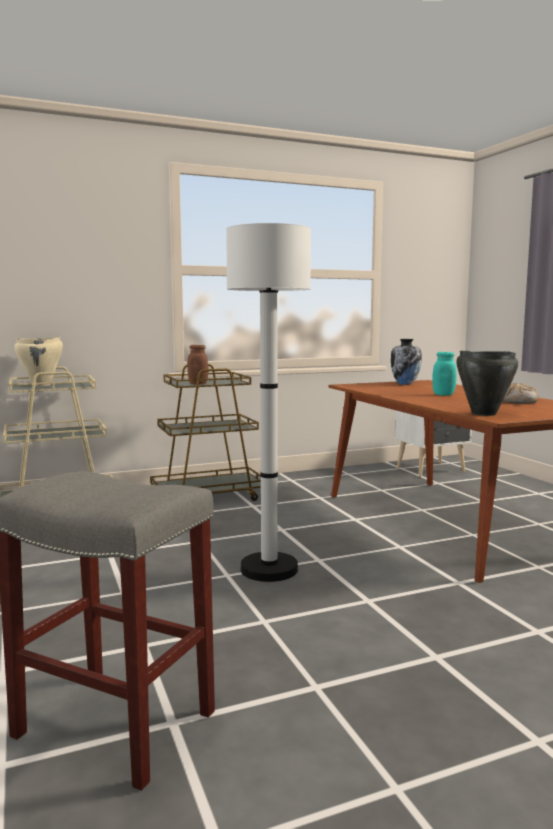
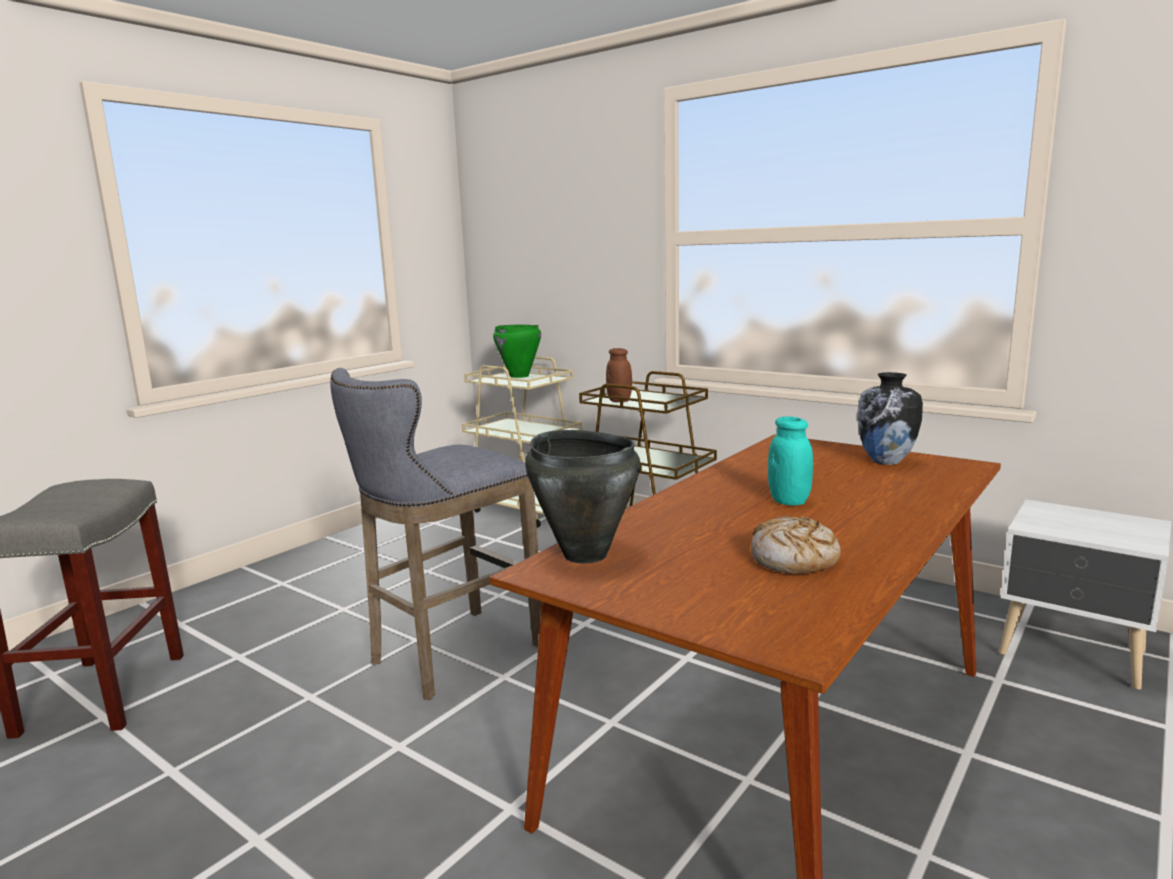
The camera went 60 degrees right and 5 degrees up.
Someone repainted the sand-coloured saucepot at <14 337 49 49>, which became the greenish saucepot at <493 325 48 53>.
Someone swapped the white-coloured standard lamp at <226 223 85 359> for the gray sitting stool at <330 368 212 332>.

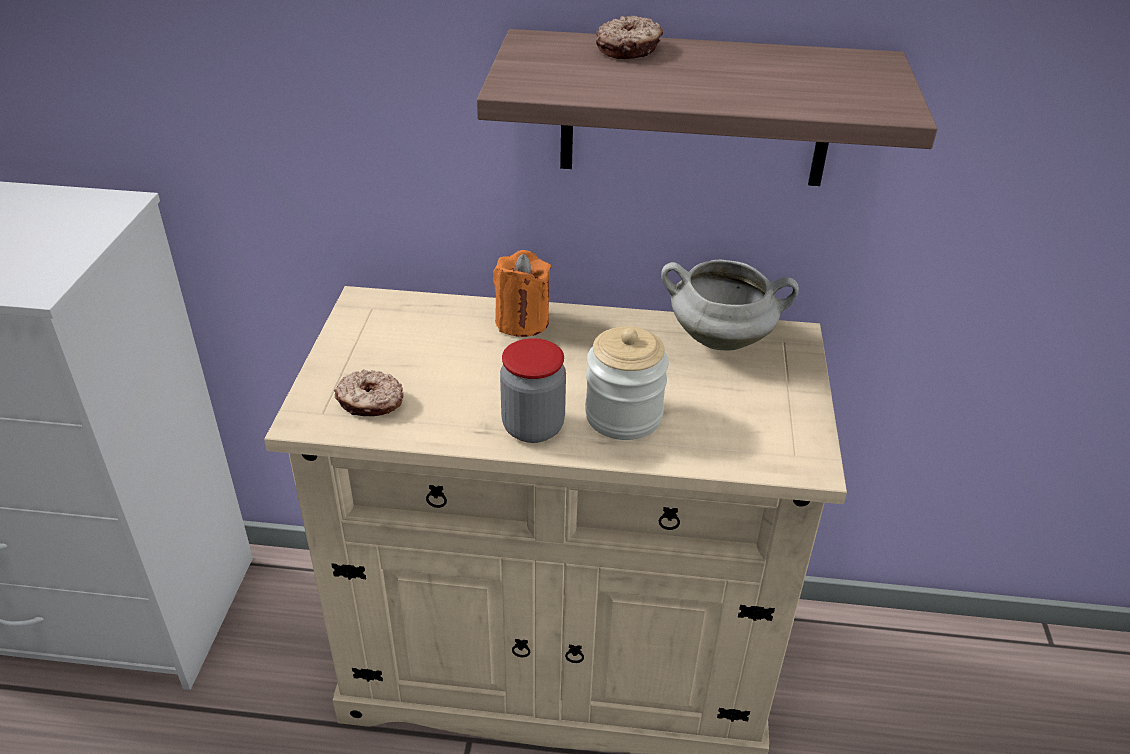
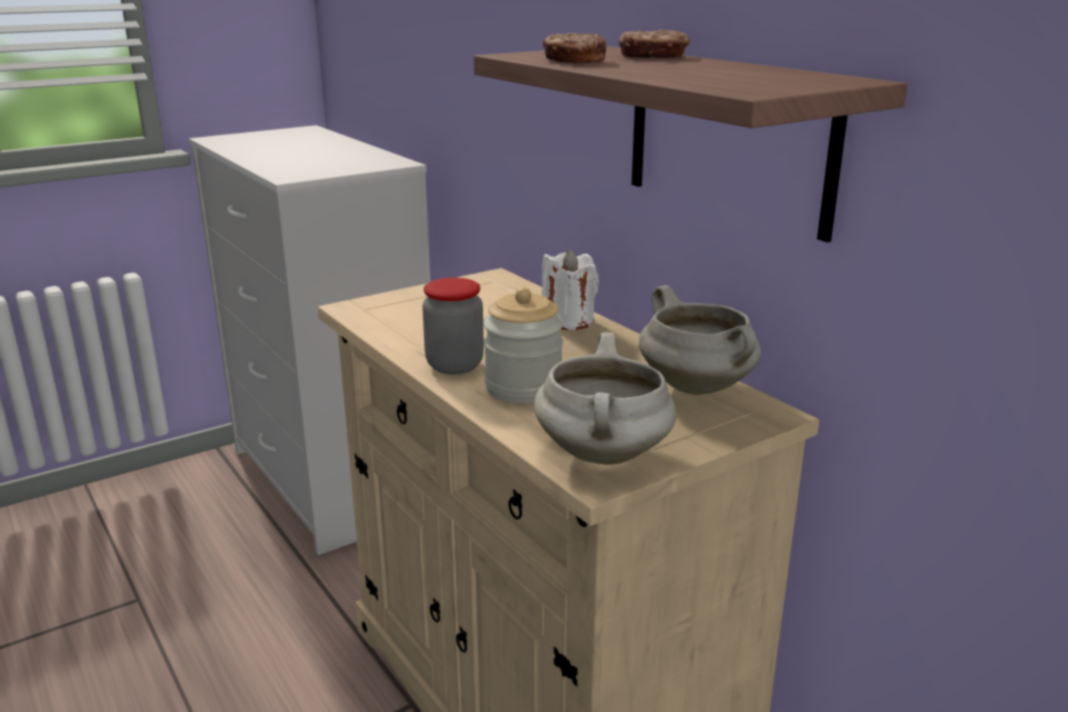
The camera went 50 degrees right and 15 degrees down.
Someone carried the ring doughnut from <334 369 70 47> to <543 33 64 30>.
Someone repainted the orangey candle at <493 250 58 87>, which became the white-coloured candle at <542 249 57 81>.
Someone put down the white-coloured saucepot at <534 332 142 133>.

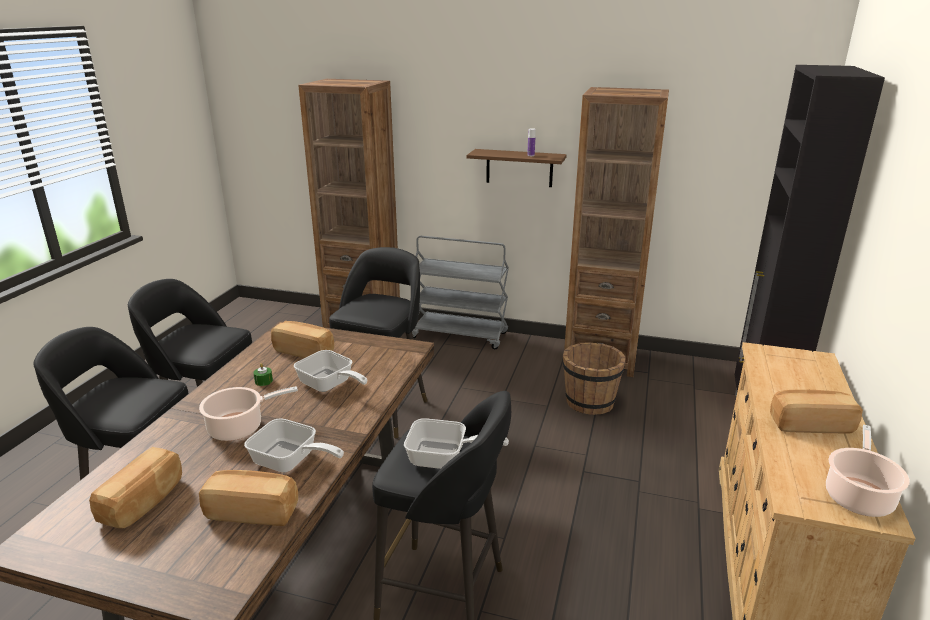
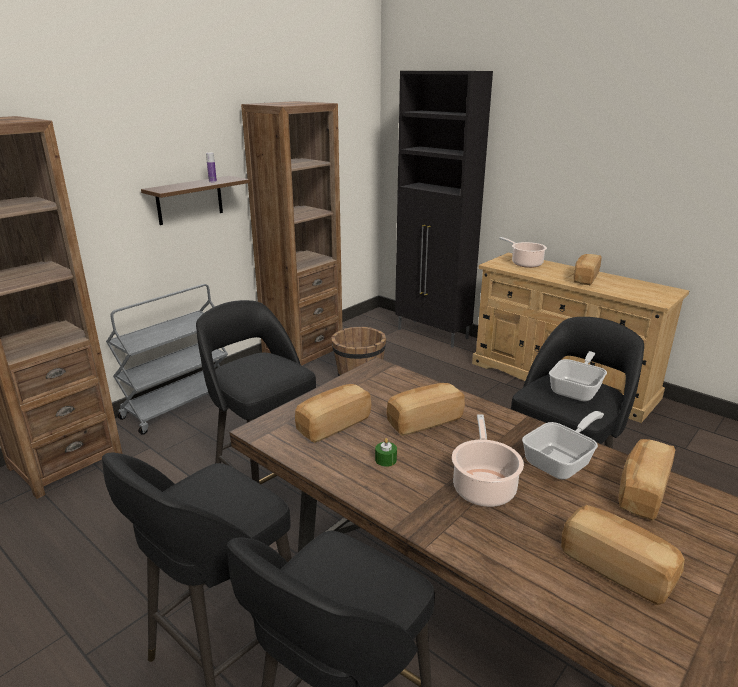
The camera went 65 degrees left and 0 degrees up.
Someone swapped the skillet at <294 350 73 42> for the bakery bread at <387 383 78 53>.
Someone carried the saucepot from <826 425 84 92> to <499 237 48 31>.

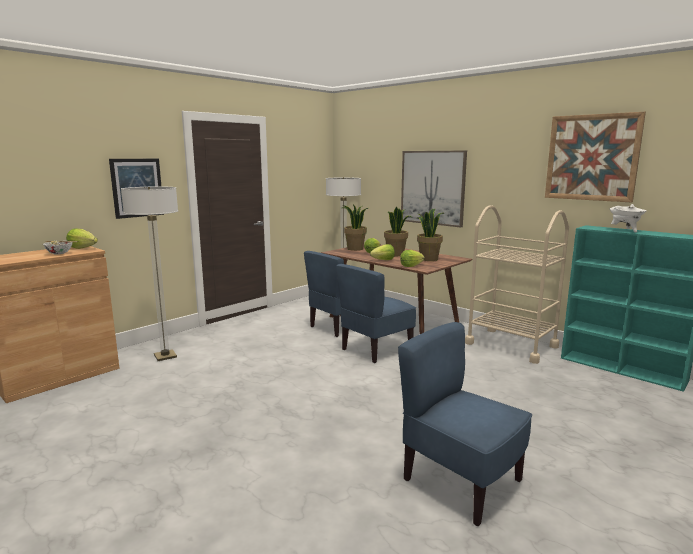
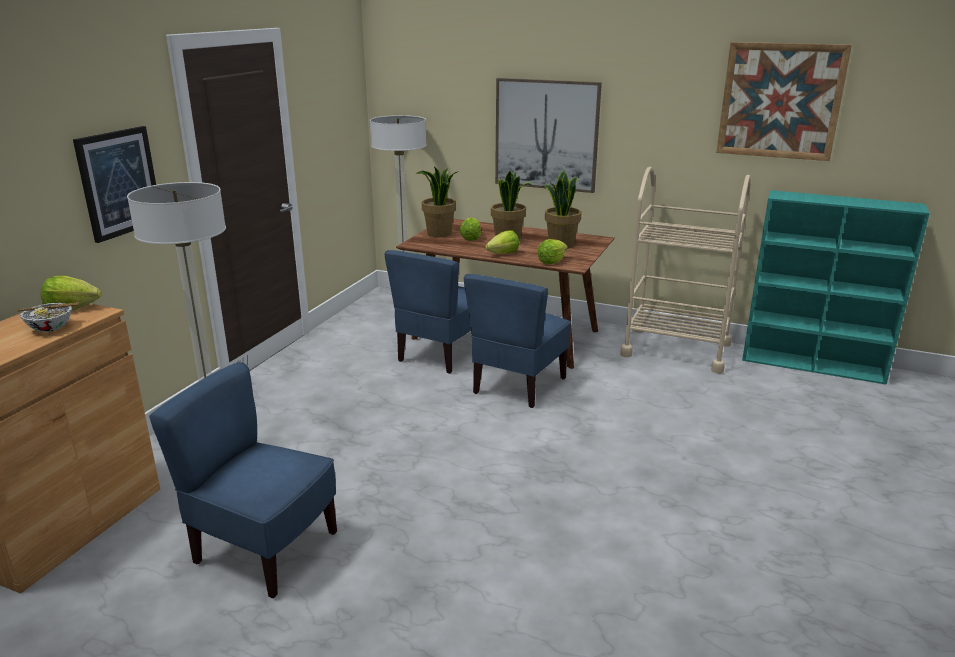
The camera went 20 degrees left and 10 degrees up.
Someone carried the blue-coloured upright chair from <398 322 134 204> to <149 362 188 237>.
Someone took away the white-coloured saucepot at <610 204 37 29>.

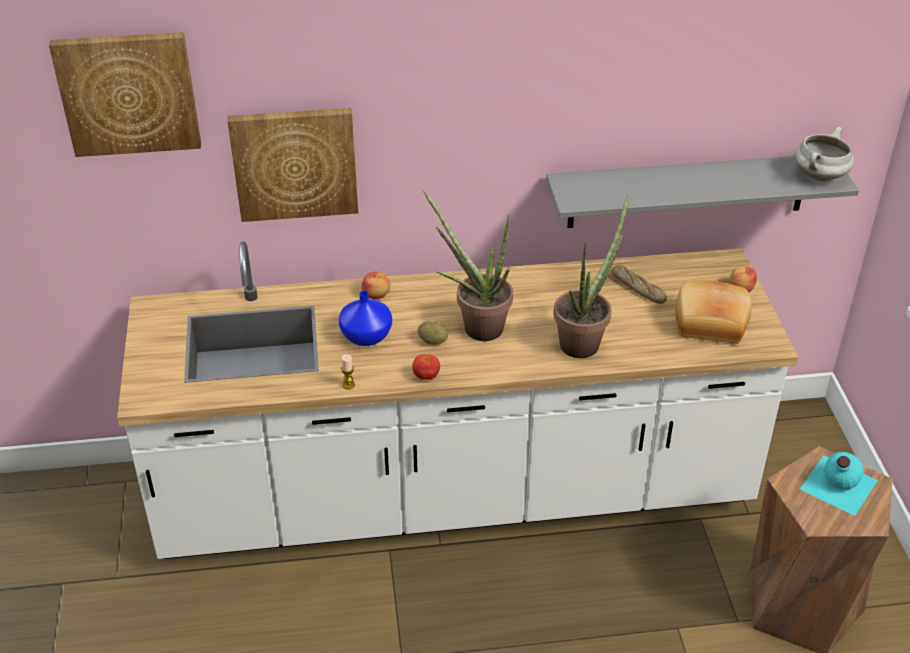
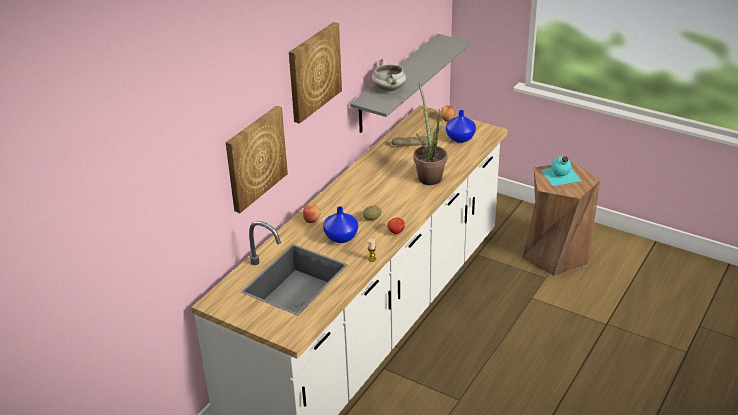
The camera went 50 degrees left and 5 degrees down.
Someone carried the wall art from <49 32 152 125> to <289 22 53 102>.
Someone took away the plant in a pot at <423 190 90 151>.
Someone swapped the bakery bread at <675 281 76 63> for the blue-coloured flower vase at <446 110 30 33>.
Someone carried the white-coloured saucepot from <795 126 59 55> to <372 58 34 33>.

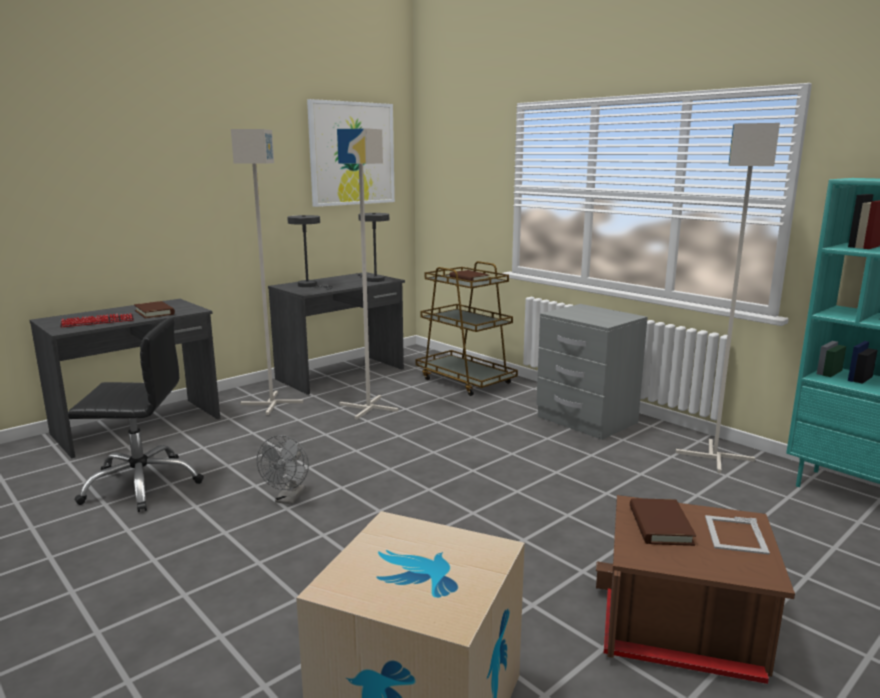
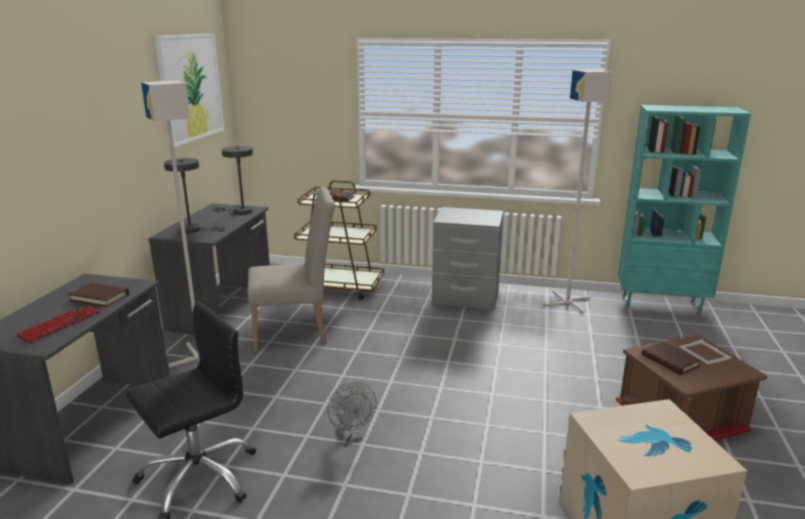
The camera went 35 degrees left and 5 degrees up.
Someone swapped the gray standard lamp at <337 128 61 291> for the sand-coloured upright chair at <248 187 87 165>.

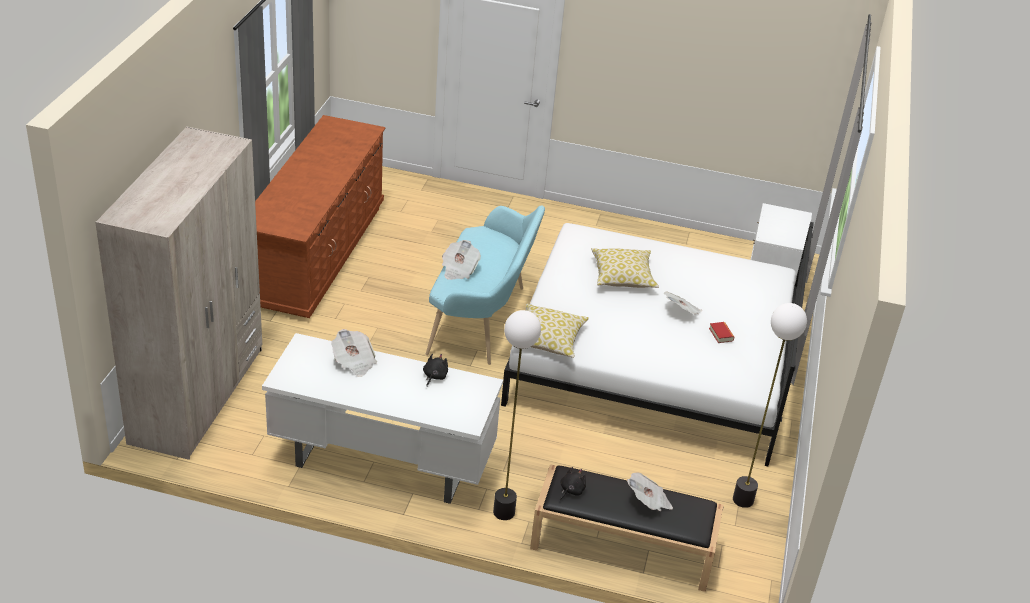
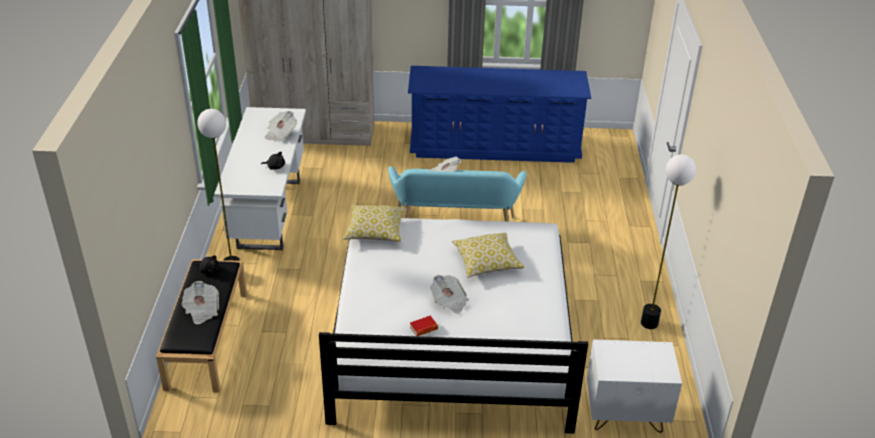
The camera went 80 degrees right and 0 degrees up.
Someone repainted the brown-coloured dresser at <255 115 131 203>, which became the blue-coloured dresser at <408 66 183 97>.
Someone carried the standard lamp from <733 303 74 205> to <641 154 55 175>.

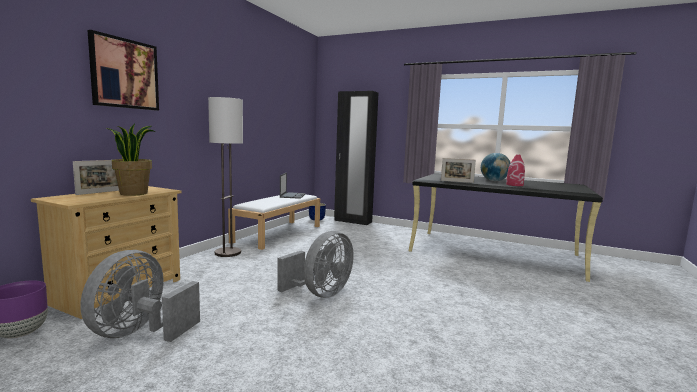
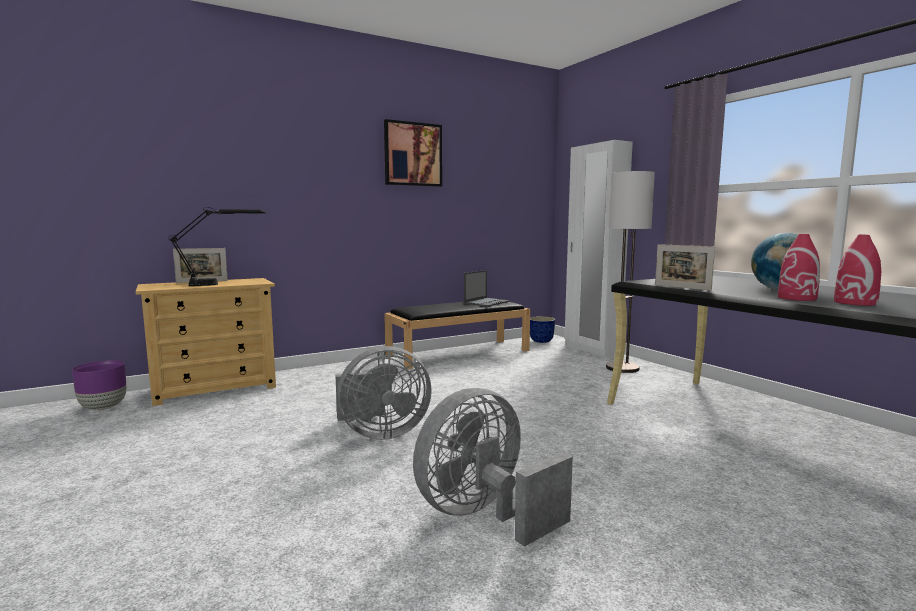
The camera went 35 degrees right and 0 degrees up.
Someone carried the gray cooling fan from <81 250 119 92> to <413 388 160 159>.
Someone carried the wall art from <88 30 71 81> to <384 119 58 68>.
Someone swapped the plant in a pot at <107 124 49 72> for the blackish table lamp at <168 208 98 78>.
Someone carried the standard lamp from <208 97 35 160> to <606 171 49 202>.
Someone repainted the white-coloured indoor bench at <228 194 92 56>, which became the blackish indoor bench at <384 302 146 67>.
Someone repainted the blackish clothes cupboard at <334 91 44 134>, which became the white-coloured clothes cupboard at <565 140 68 217>.
Someone put down the red-coloured flower vase at <834 235 47 71>.

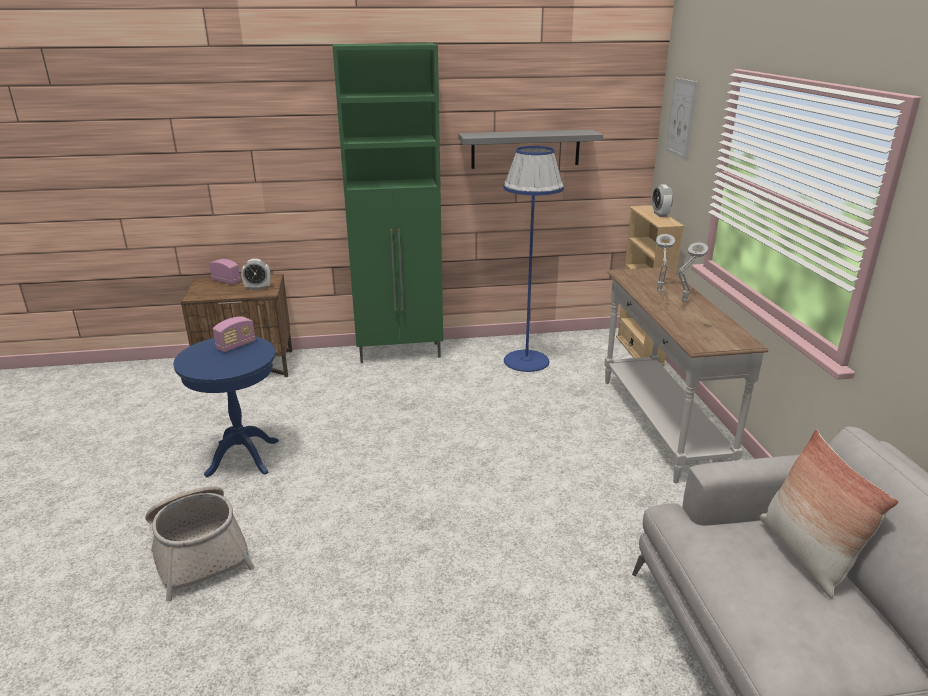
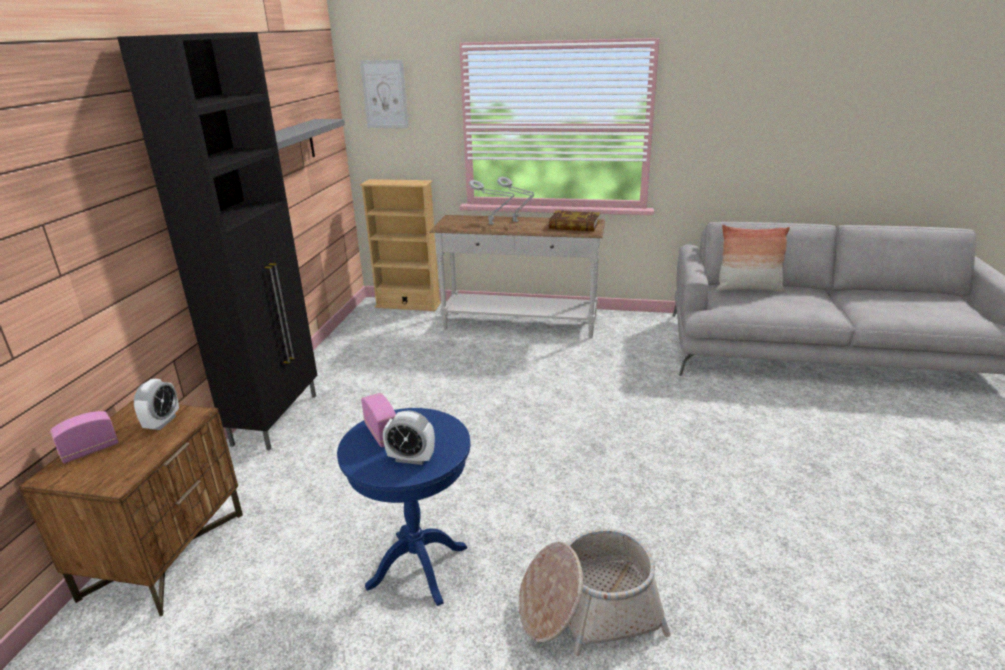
The camera went 70 degrees left and 0 degrees up.
Someone repainted the greenish cupboard at <332 43 111 320>, which became the blackish cupboard at <117 32 201 418>.
Someone took away the blue-coloured standard lamp at <503 146 61 226>.
Someone carried the alarm clock from <652 184 21 33> to <383 411 52 54>.
Someone put down the volume at <549 210 51 22>.

